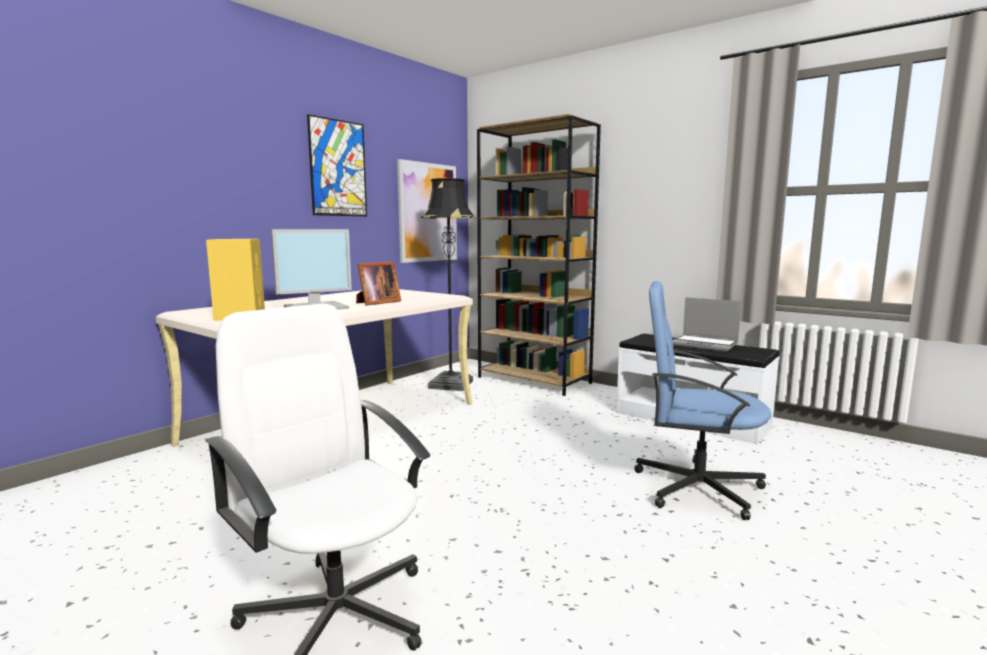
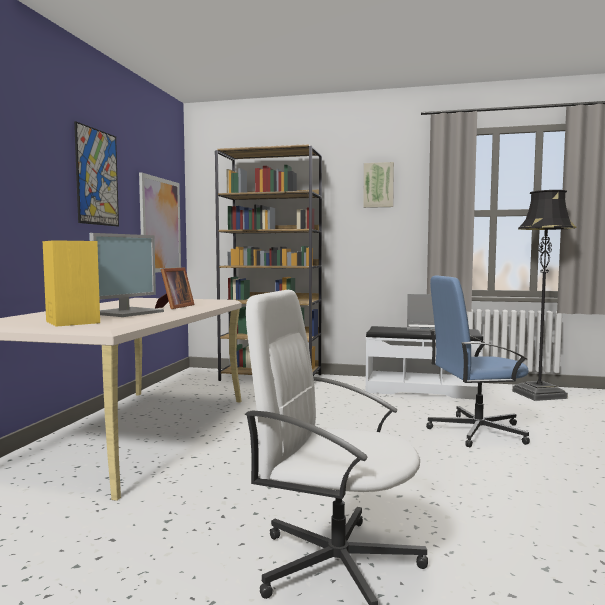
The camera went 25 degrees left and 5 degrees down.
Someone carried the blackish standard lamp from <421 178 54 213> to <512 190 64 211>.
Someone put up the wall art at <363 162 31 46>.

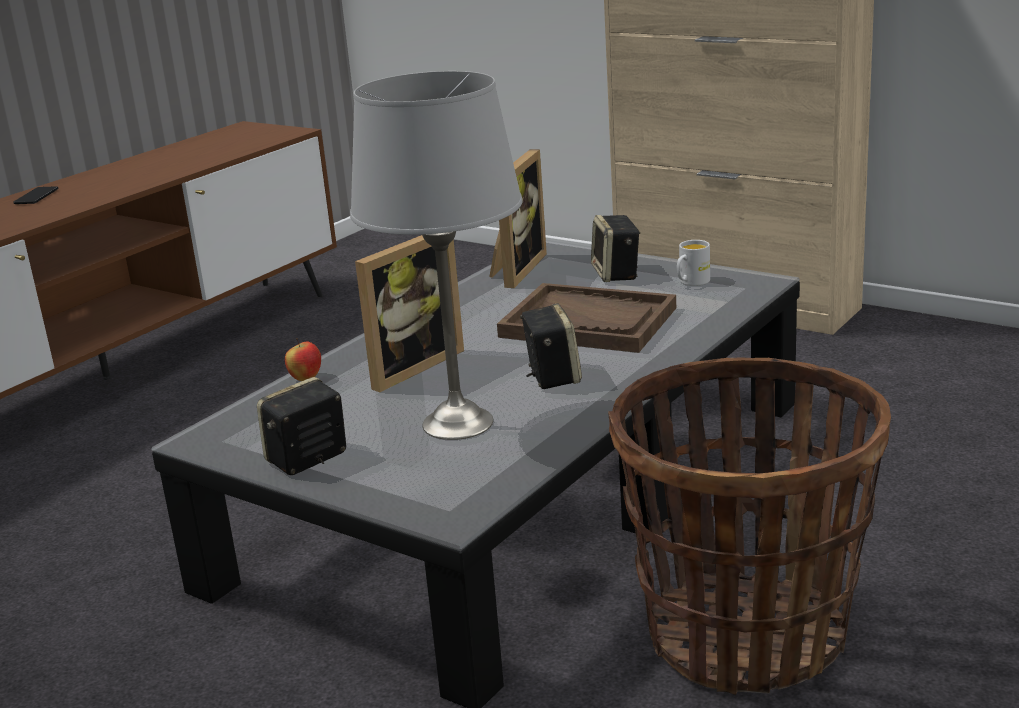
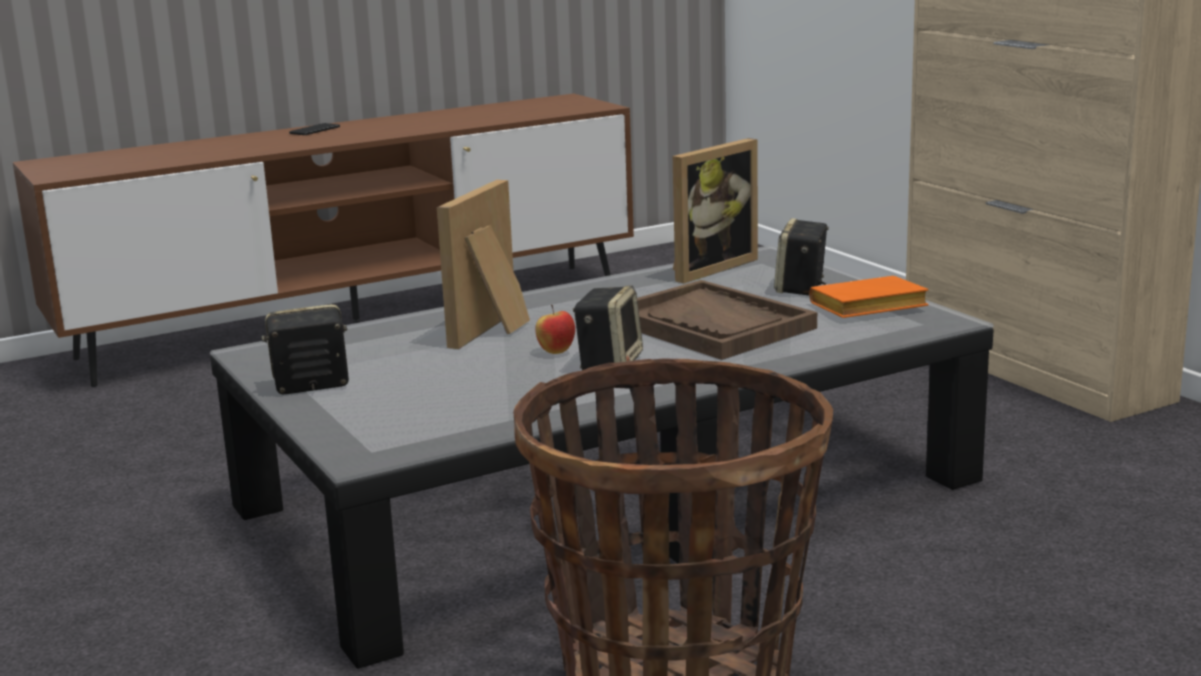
The camera went 25 degrees right and 5 degrees down.
Someone carried the apple fruit from <285 338 36 43> to <535 305 40 49>.
Someone took away the gray table lamp at <350 71 173 369>.
Someone rotated the standing frame at <355 235 109 157> by 135 degrees clockwise.
Someone swapped the white-coloured tea mug at <677 240 33 46> for the orangey volume at <809 276 120 42>.

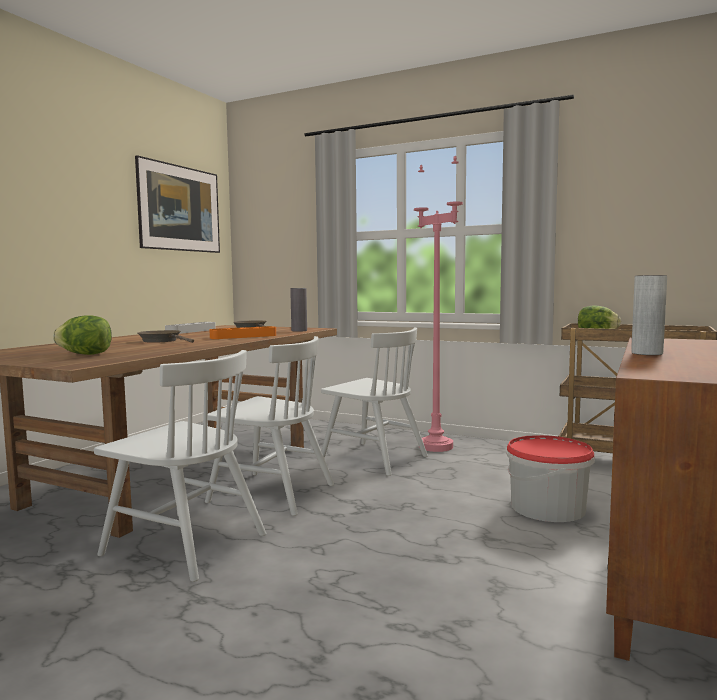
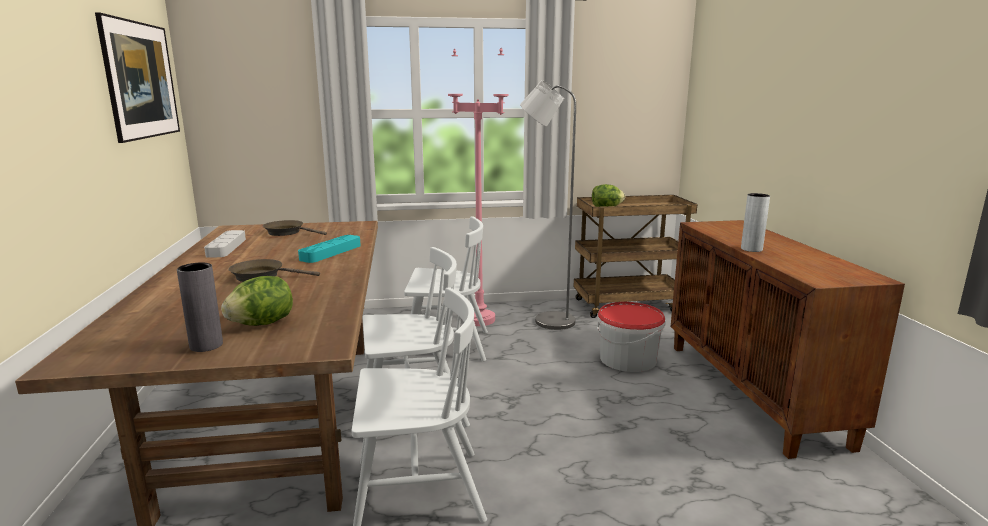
The camera went 35 degrees left and 10 degrees up.
Someone repainted the orangey carrying tray at <209 326 67 13>, which became the turquoise-coloured carrying tray at <298 235 63 28>.
Someone carried the gray flower vase from <290 288 17 44> to <177 262 46 90>.
Someone put down the gray standard lamp at <520 80 56 250>.

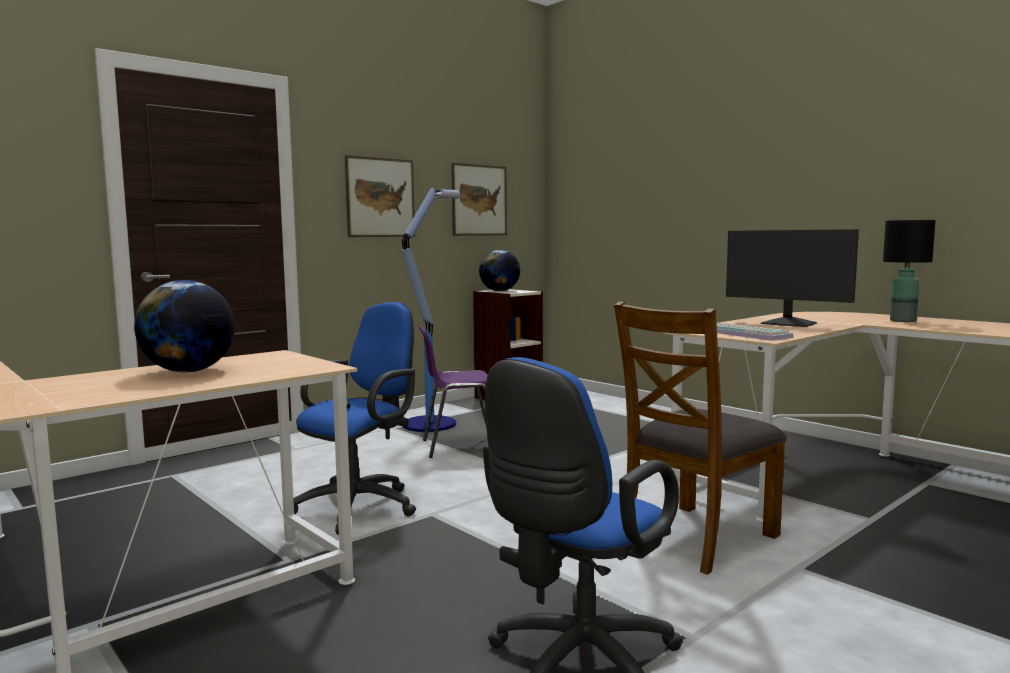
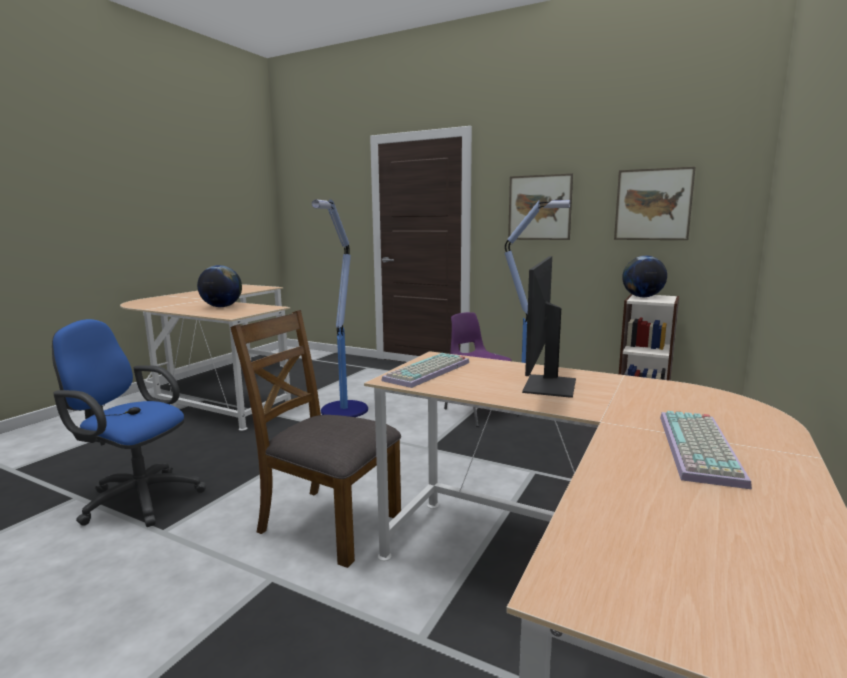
The camera went 70 degrees right and 5 degrees up.
Someone swapped the blue-coloured desk chair at <293 302 123 233> for the standard lamp at <312 199 56 218>.
Someone swapped the blackish table lamp at <883 220 53 102> for the PC keyboard at <660 411 92 79>.

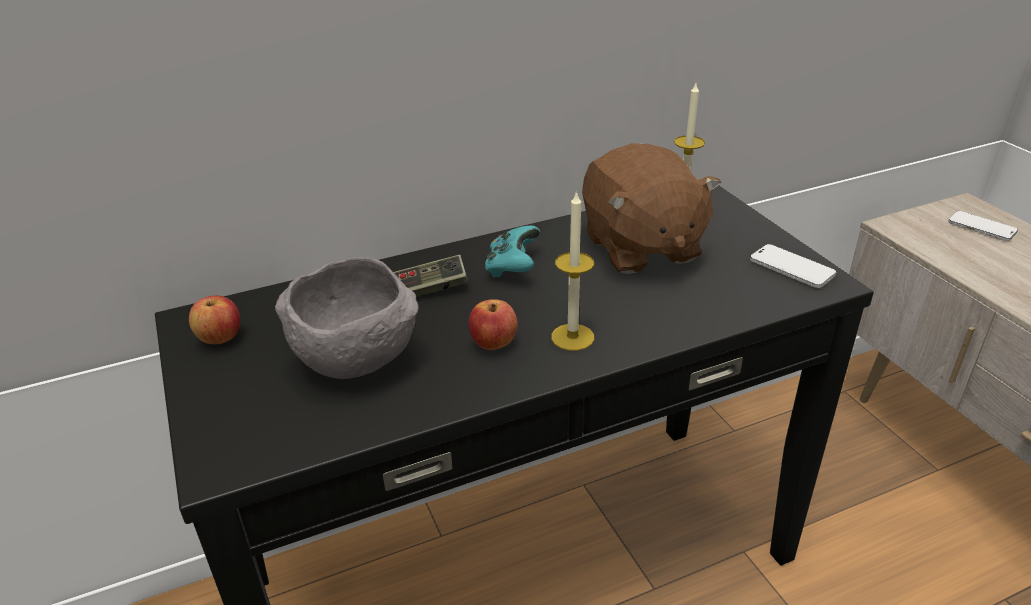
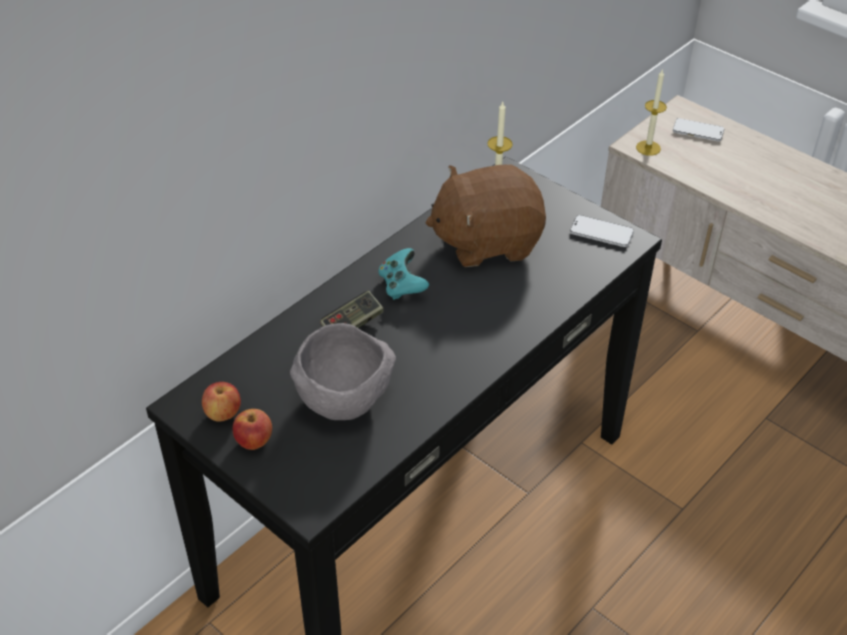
The camera went 25 degrees left and 10 degrees up.
Someone carried the apple fruit from <468 299 50 51> to <233 409 39 41>.
Someone carried the candle from <551 190 43 161> to <636 70 31 86>.
Someone rotated the brown-coloured soft toy at <582 143 139 131> by 120 degrees clockwise.

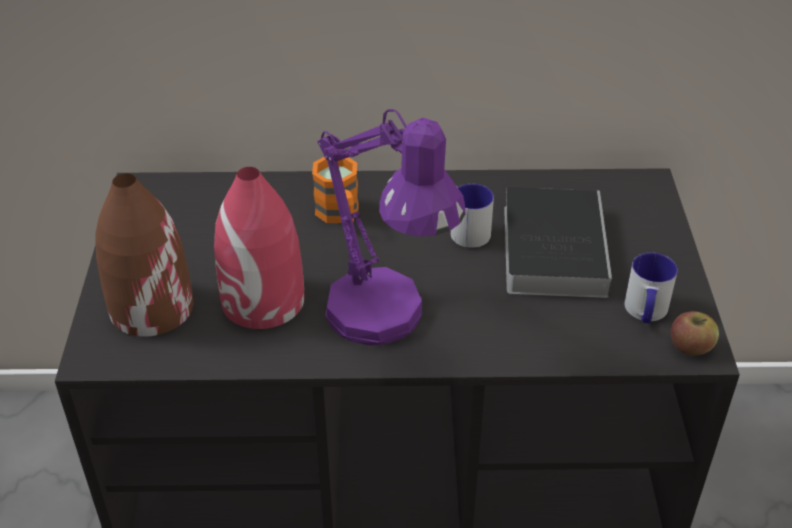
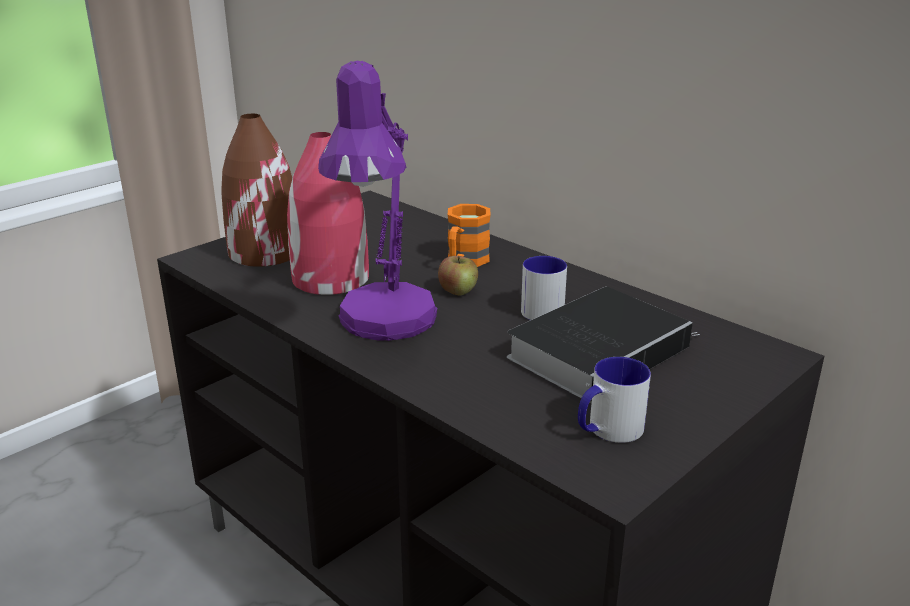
The camera went 45 degrees right and 15 degrees down.
Someone carried the apple fruit from <671 311 48 44> to <438 256 40 40>.

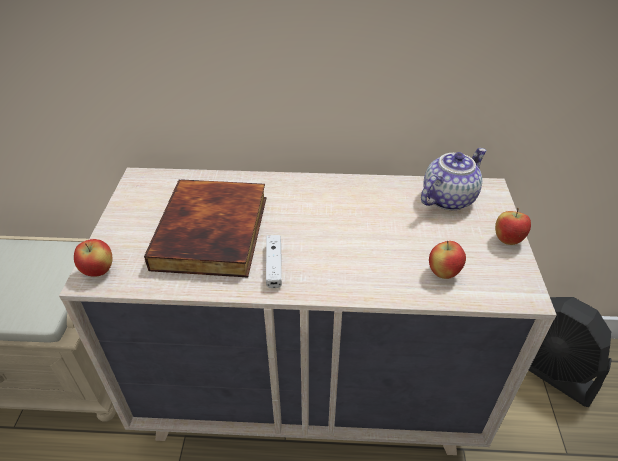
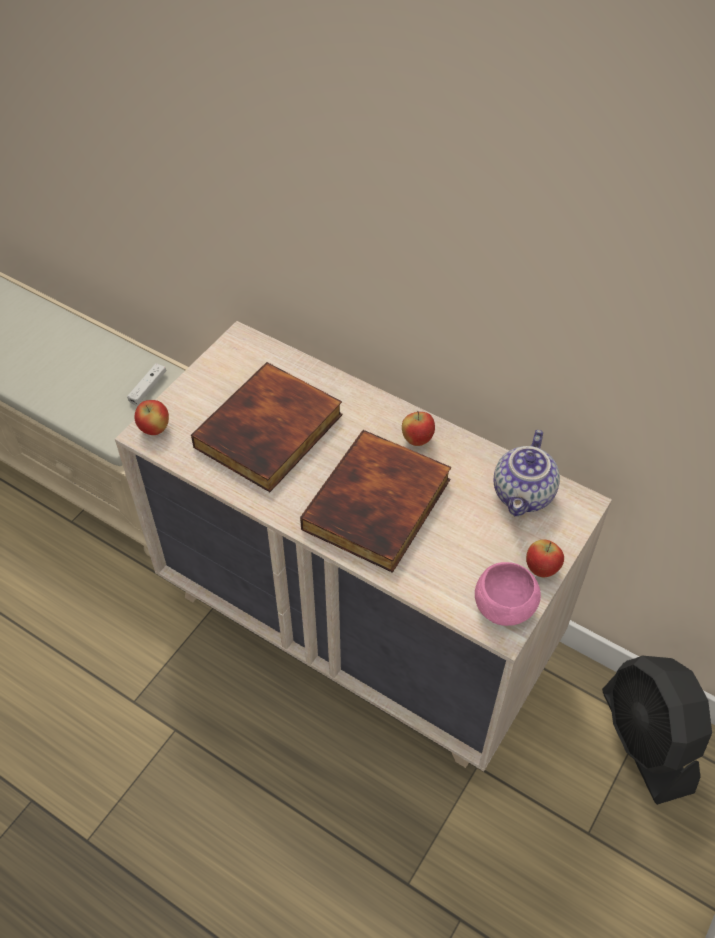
The camera went 30 degrees right and 10 degrees up.
Someone carried the white-coloured game controller from <266 235 16 53> to <127 363 39 43>.
Someone rotated the teapot at <421 148 66 62> by 120 degrees clockwise.
Someone carried the apple fruit from <429 241 37 38> to <402 411 33 35>.
Someone put down the volume at <300 430 151 143>.
Someone put down the pink-coloured serving bowl at <475 562 66 64>.

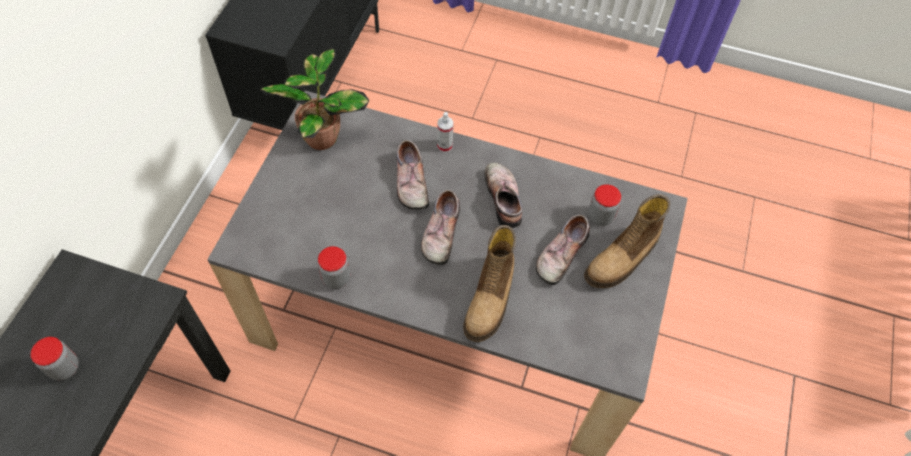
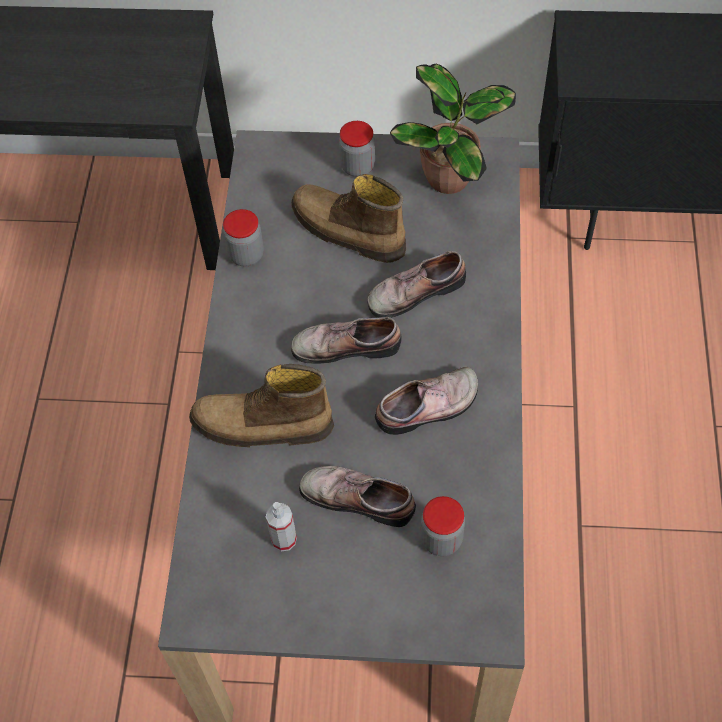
The camera went 80 degrees right and 0 degrees up.
Someone carried the jar from <30 337 49 43> to <339 121 36 56>.
Someone carried the hand sprayer from <437 112 17 40> to <266 502 31 49>.
Someone carried the high-top boot from <584 194 86 94> to <291 174 115 89>.

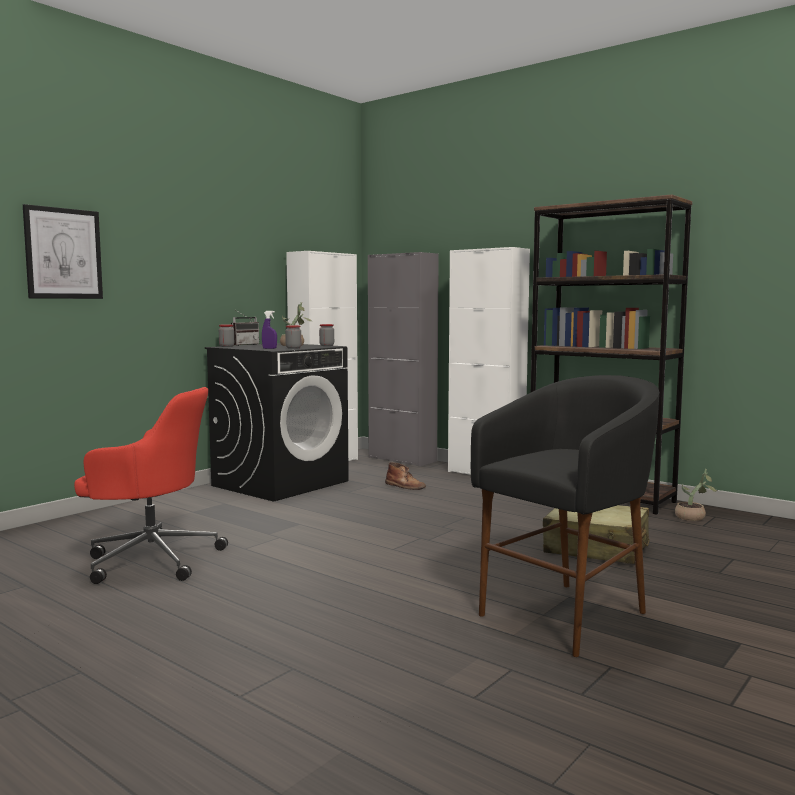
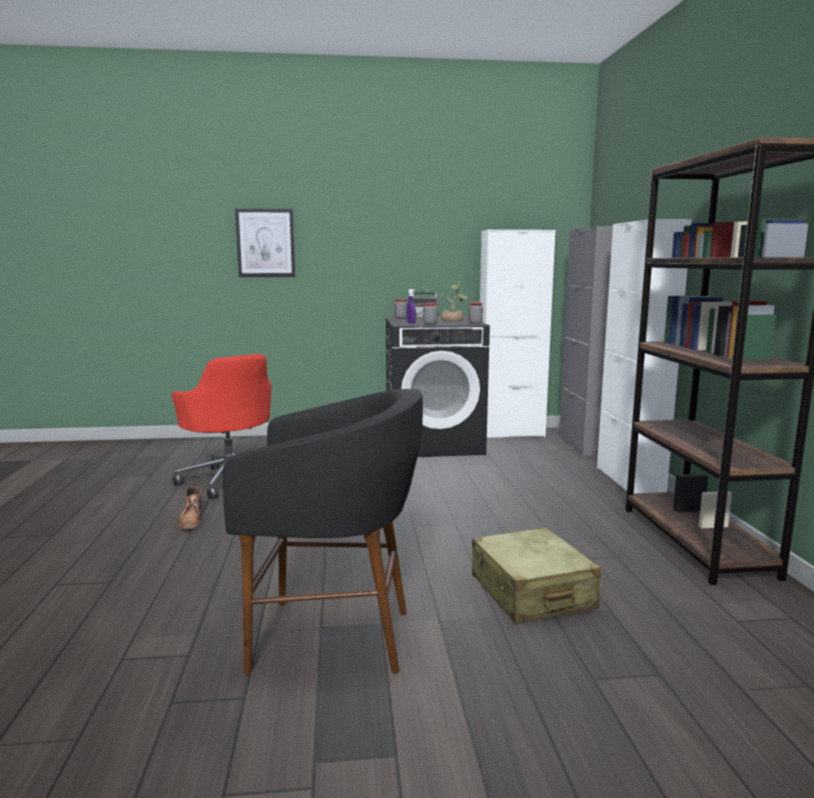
The camera went 45 degrees right and 5 degrees up.
Someone carried the brown-coloured high-top boot from <385 462 41 28> to <178 486 25 44>.
Someone took away the plant in a pot at <675 469 42 52>.

